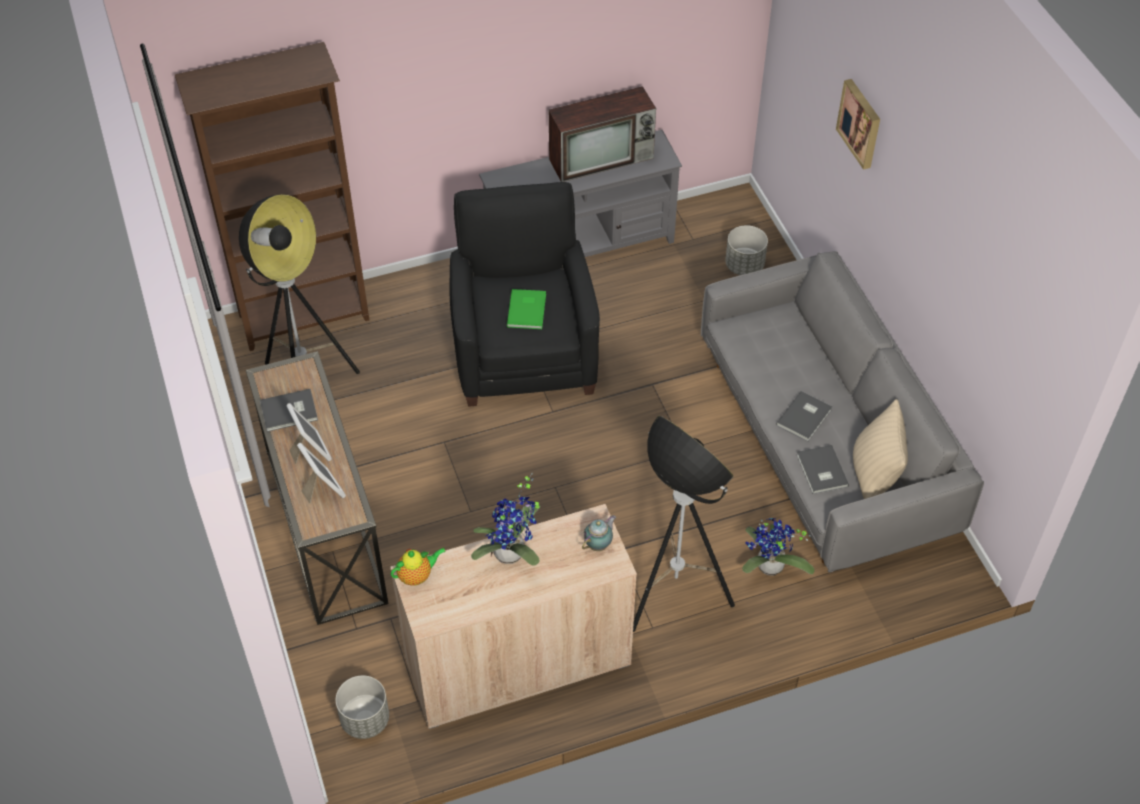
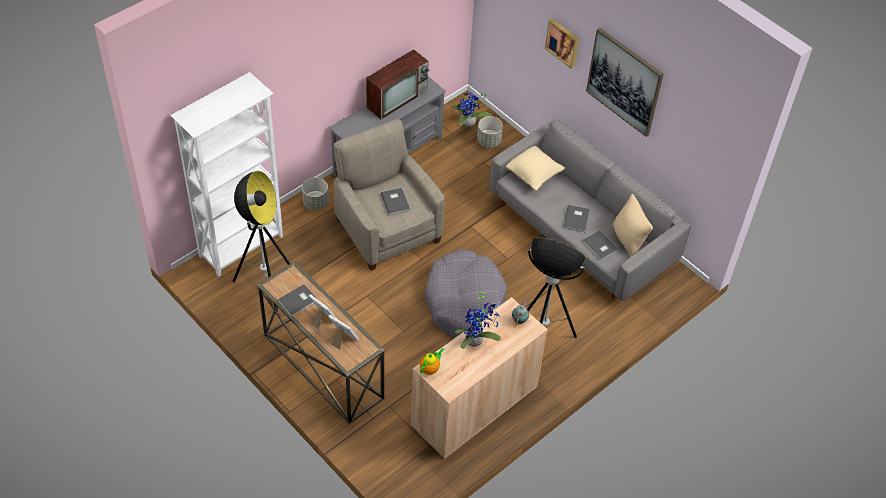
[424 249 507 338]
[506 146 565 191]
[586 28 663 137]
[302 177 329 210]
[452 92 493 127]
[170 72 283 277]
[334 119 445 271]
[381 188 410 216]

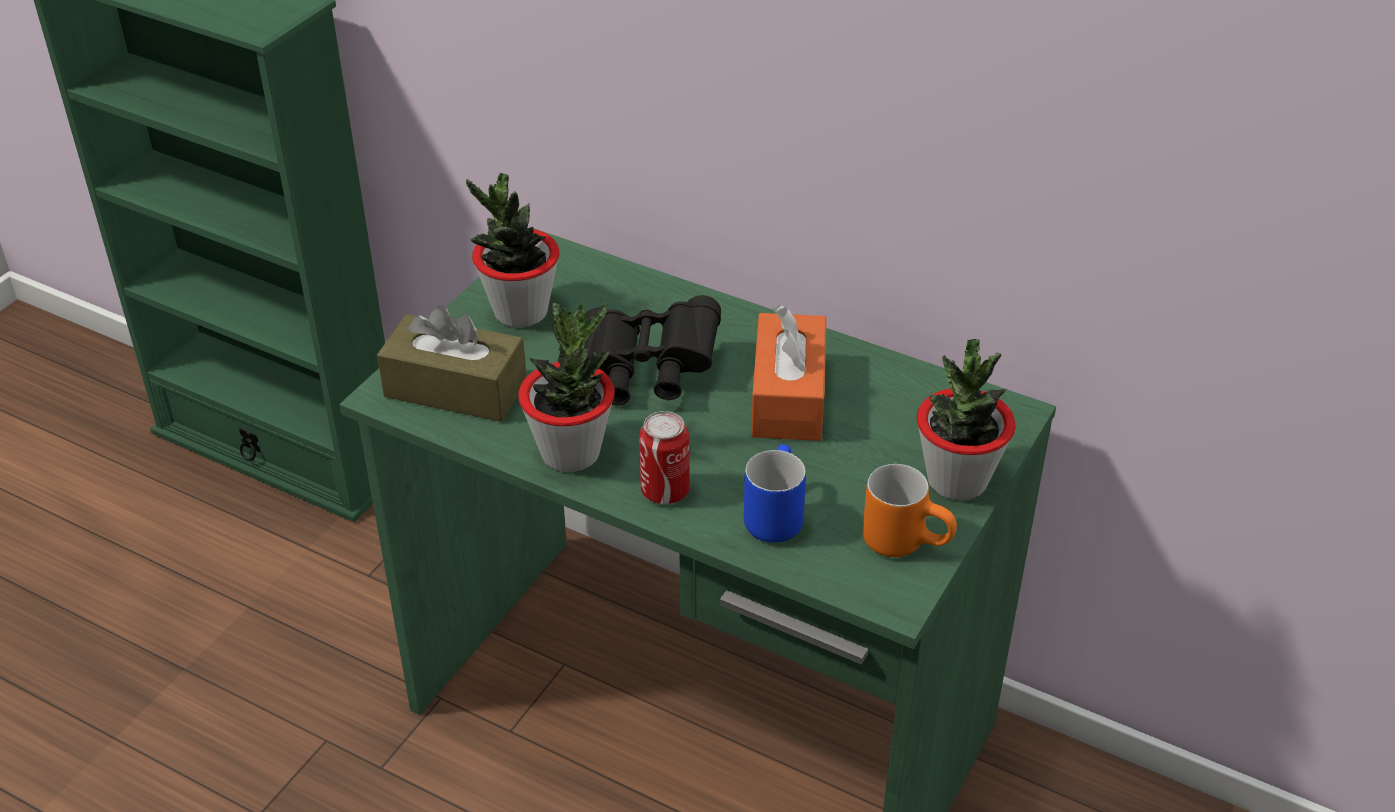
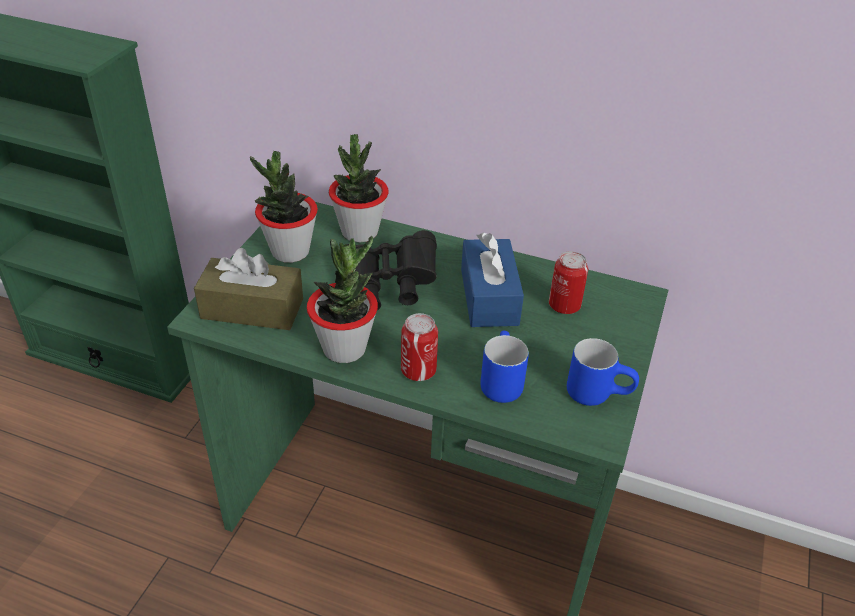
[549 251 588 314]
[329 134 389 243]
[461 232 524 327]
[567 338 639 406]

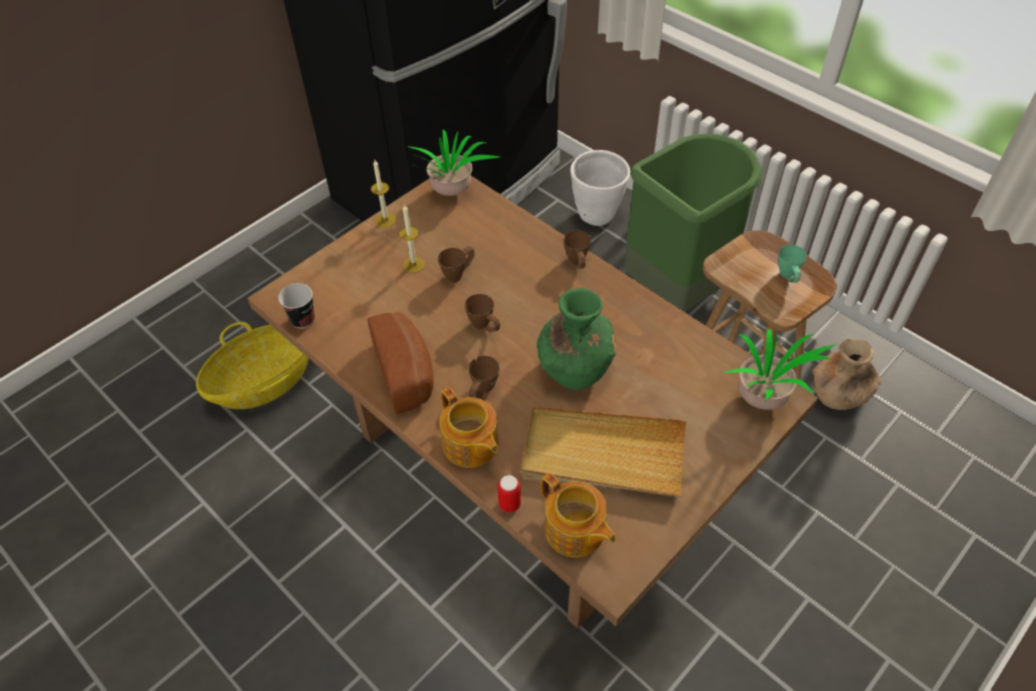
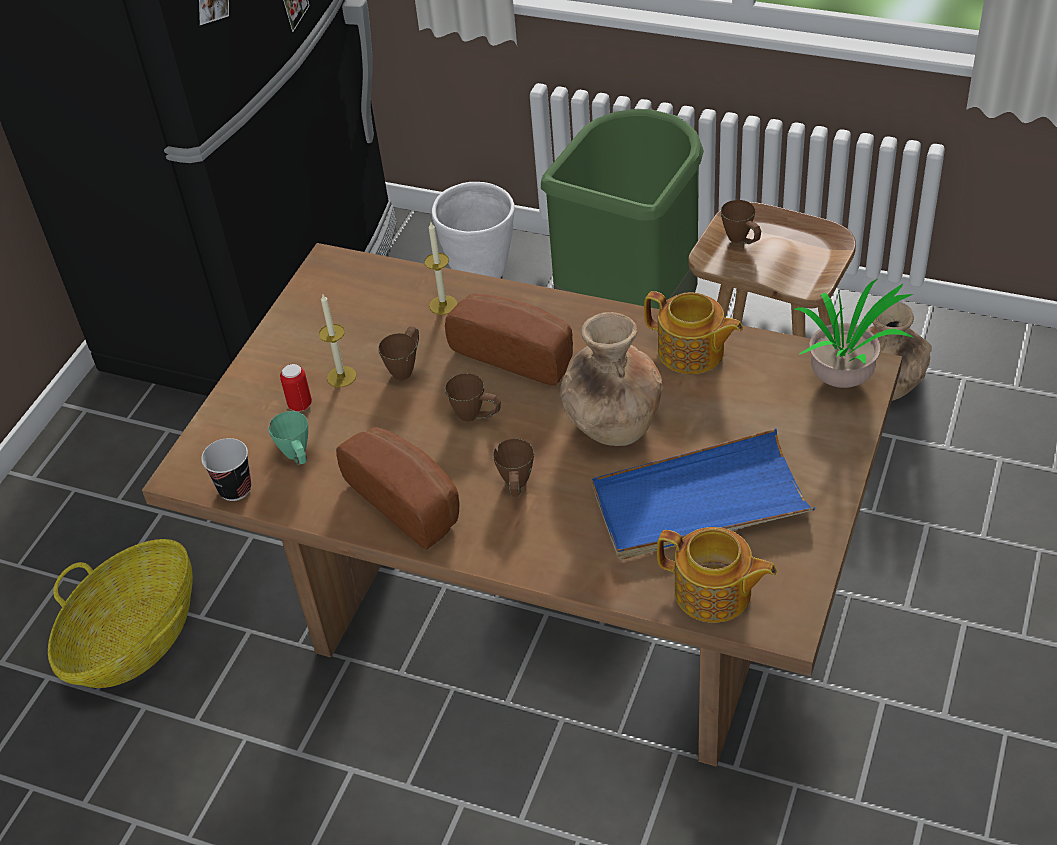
[408 130 499 196] (first image)
[445 293 573 386]
[424 221 457 315]
[644 291 743 374]
[280 364 312 412]
[721 200 761 244]
[268 411 308 465]
[592 428 815 559]
[560 312 662 446]

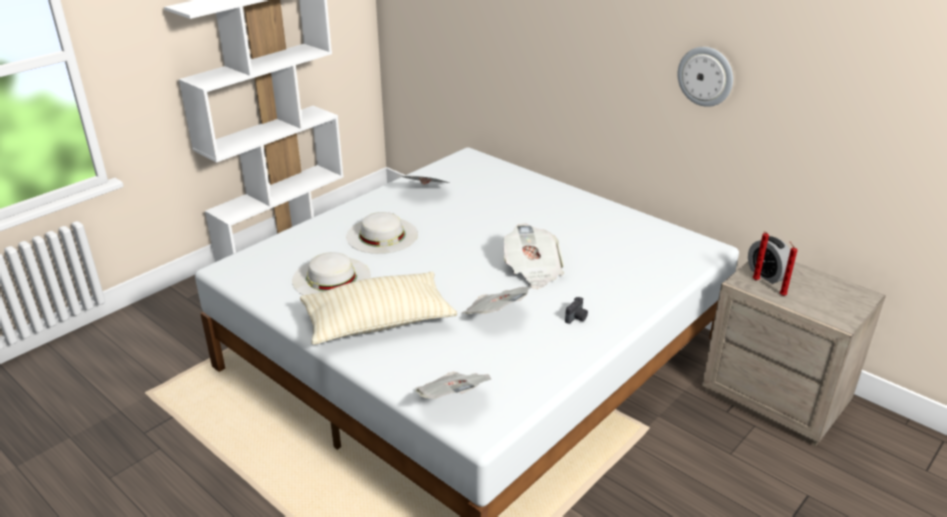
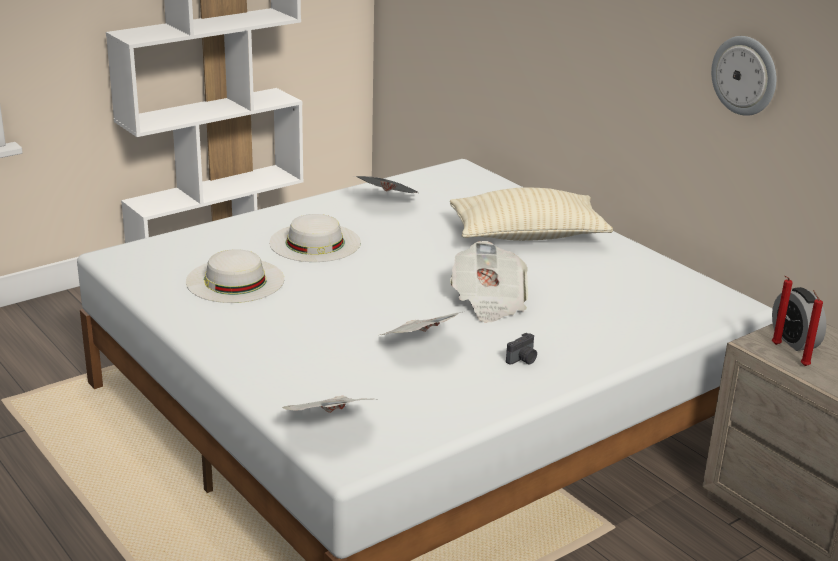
[450 187 613 241]

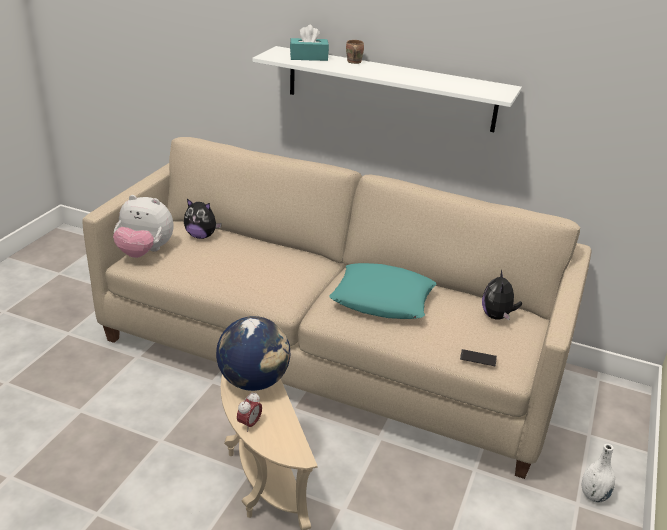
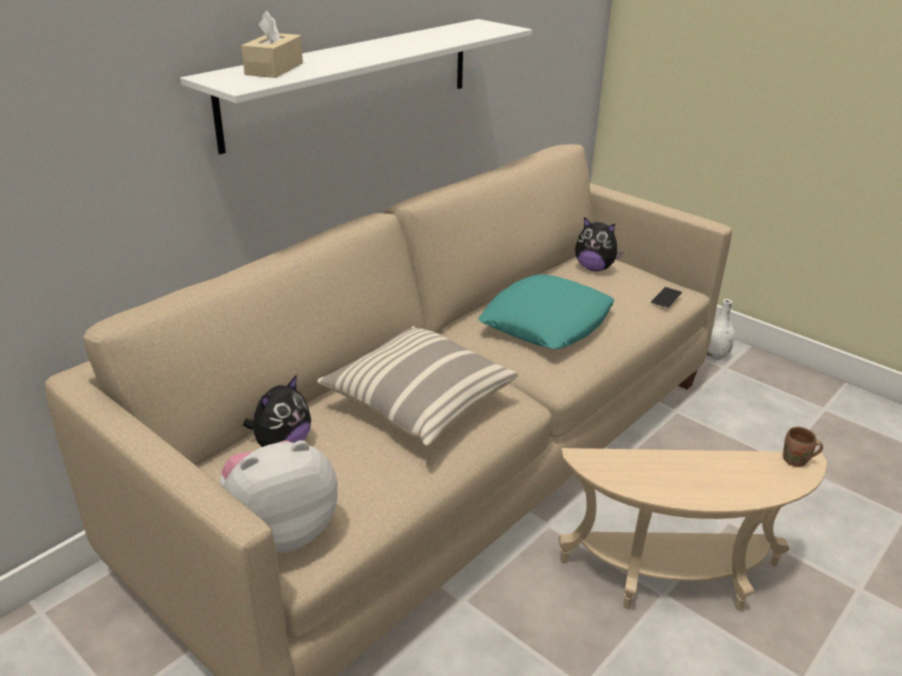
[216 316 290 391] (first image)
[237 392 262 432] (first image)
[317 326 518 446]
[783 427 823 467]
[241 11 303 78]
[220 440 338 553]

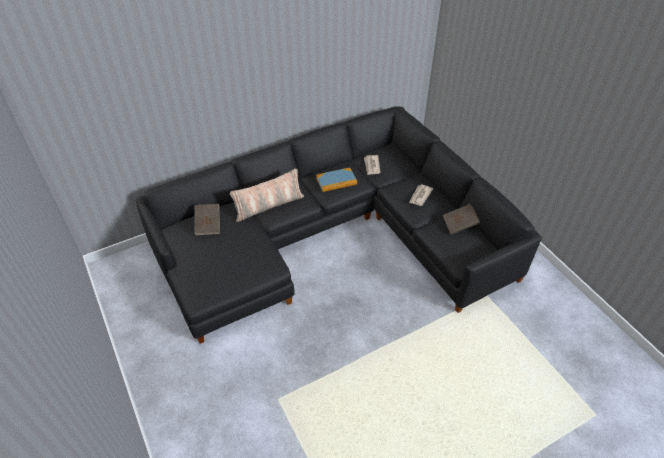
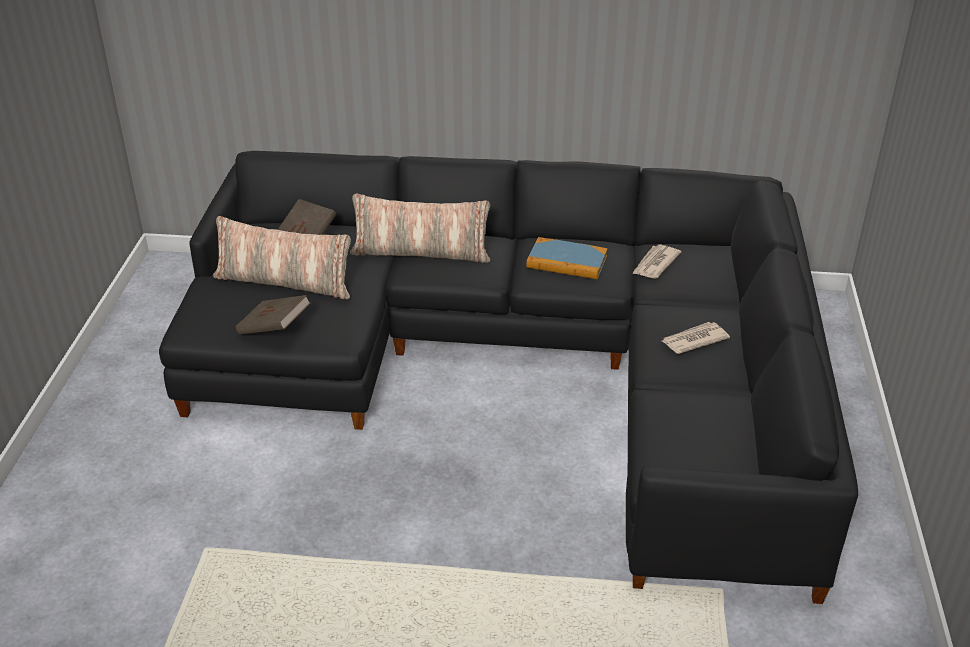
[213 216 351 299]
[236 295 310 334]

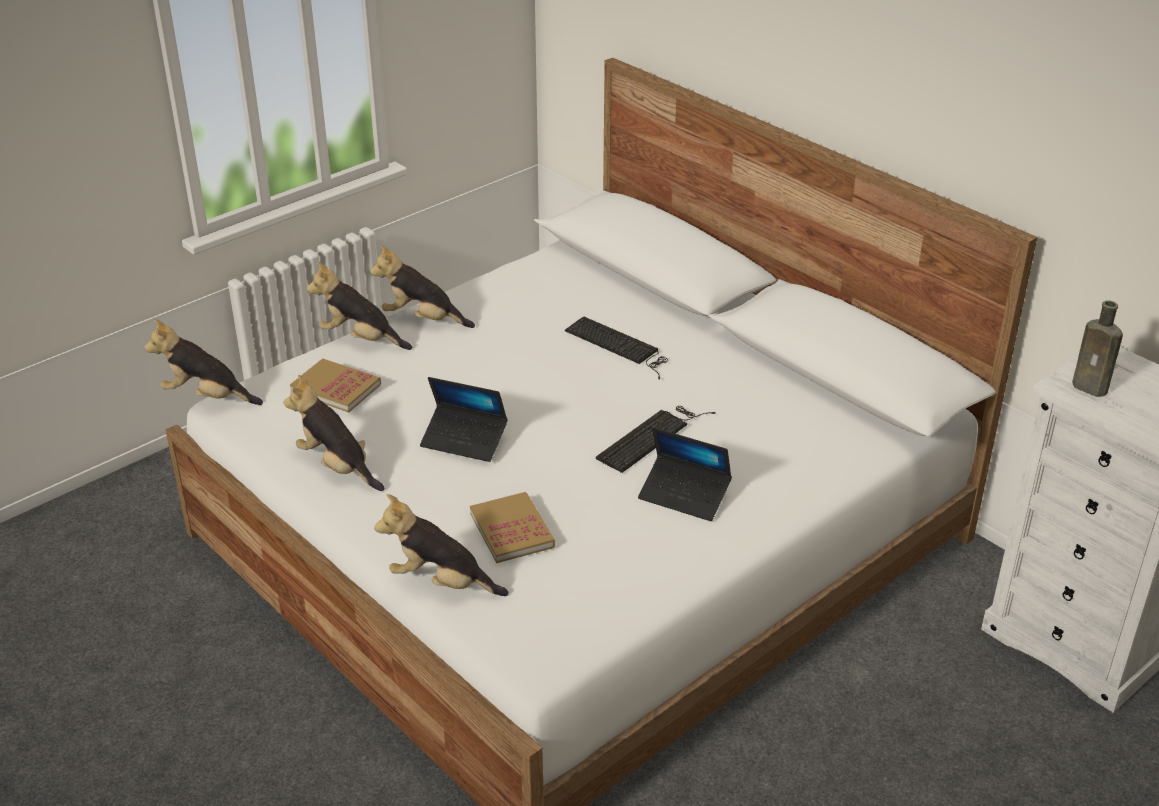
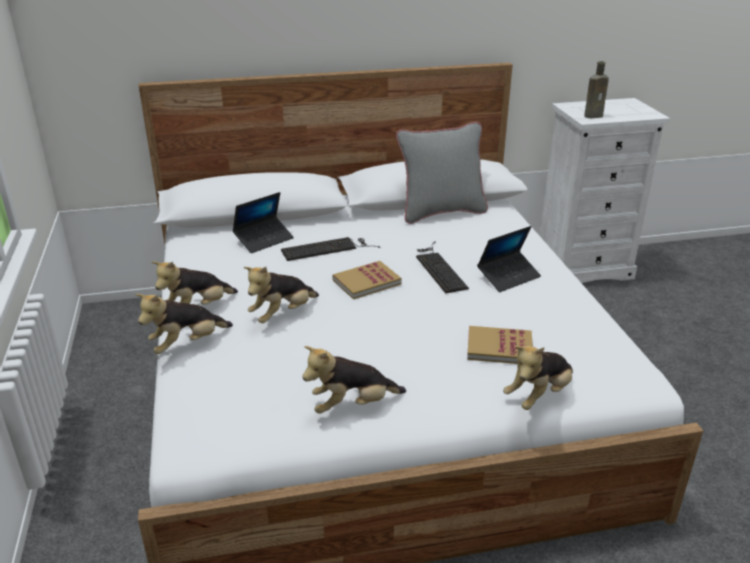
[396 122 488 224]
[244 267 319 323]
[332 261 402 299]
[233 192 294 253]

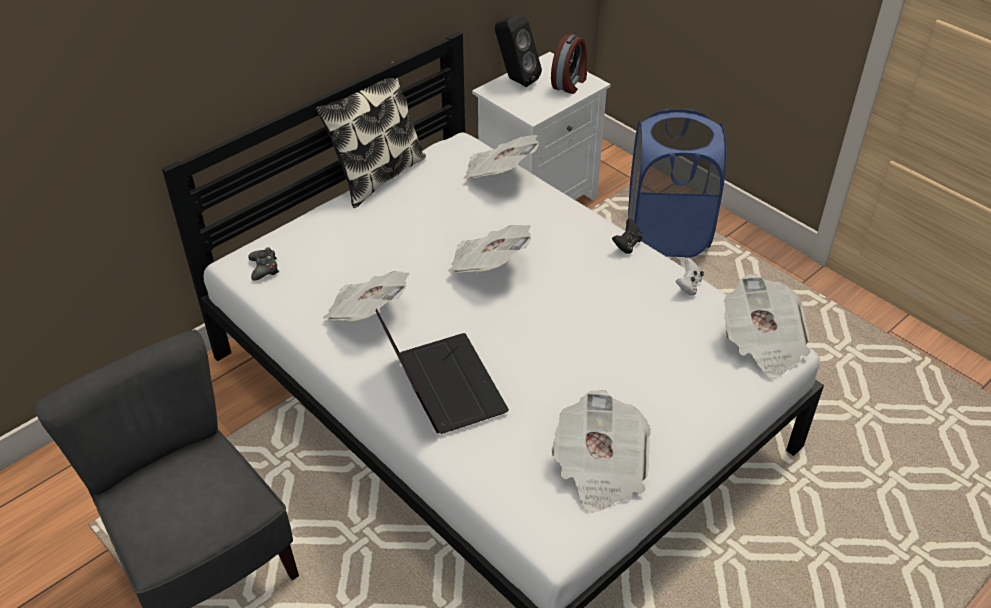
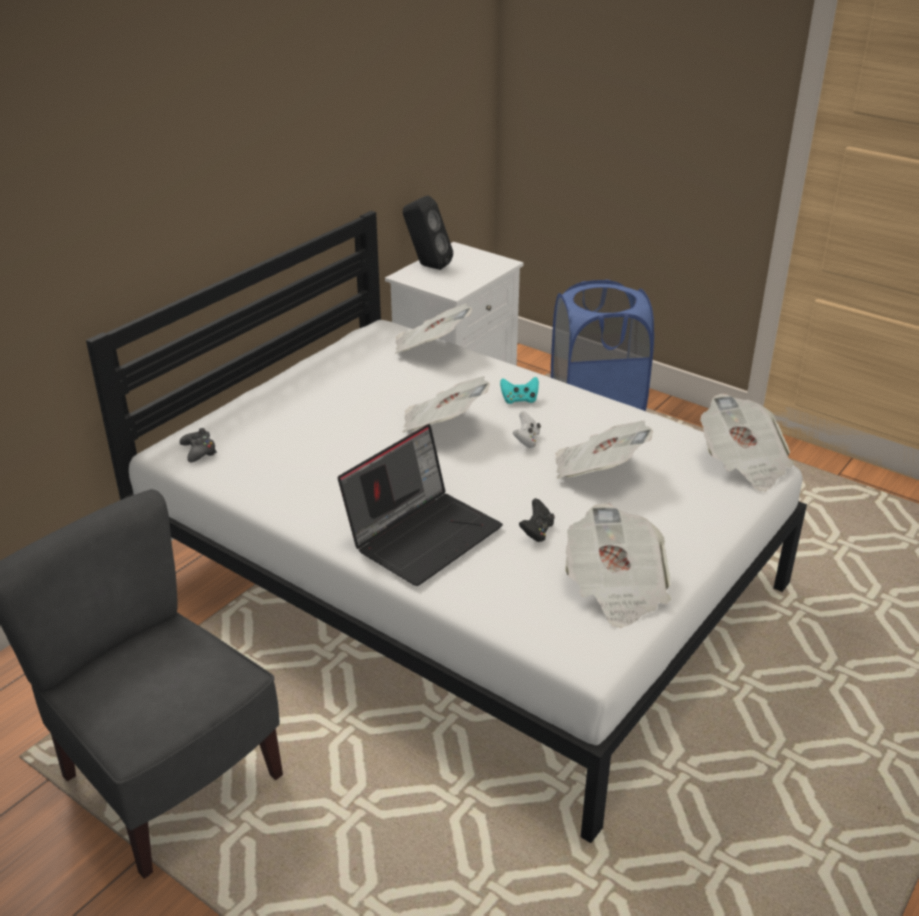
[315 61 426 208] (first image)
[551 34 587 94] (first image)
[500 377 539 404]
[555 421 653 479]
[519 498 555 542]
[513 411 541 448]
[338 424 503 586]

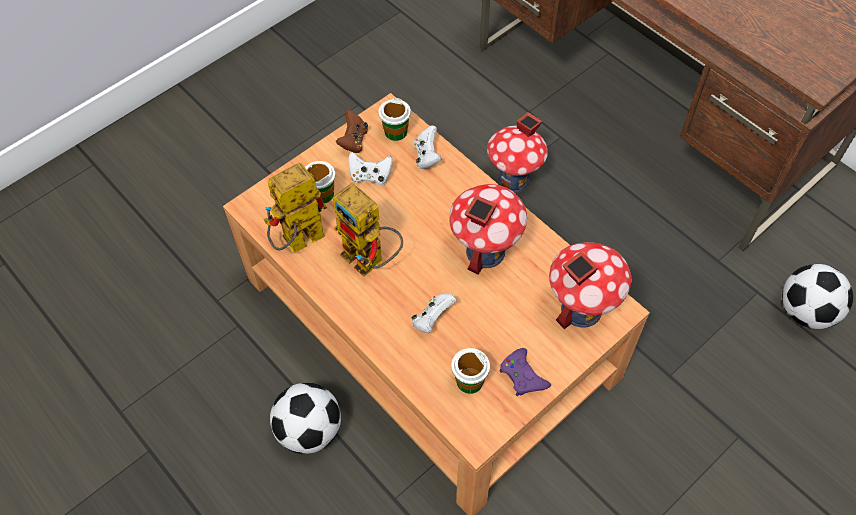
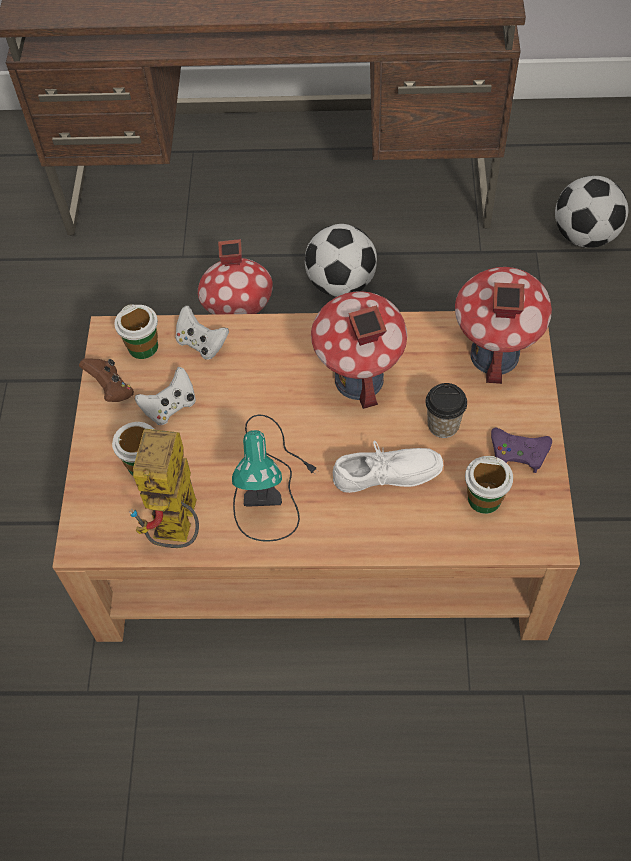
[425 383 467 438]
[305 224 377 297]
[232 414 319 542]
[333 441 444 493]

